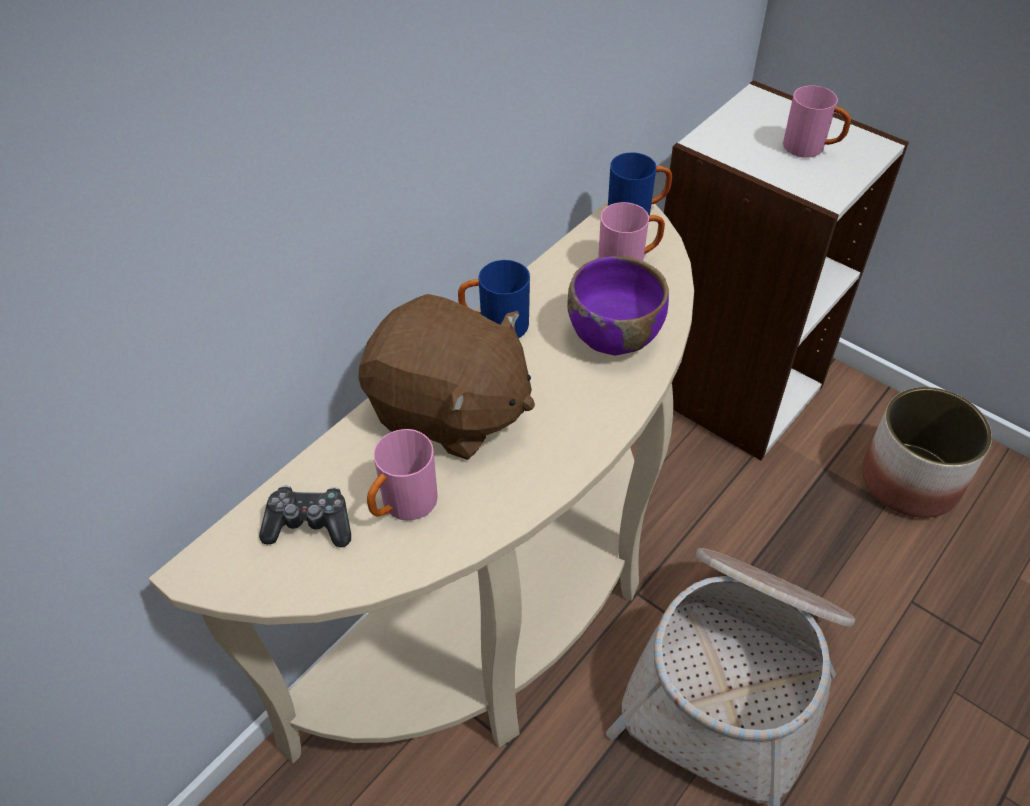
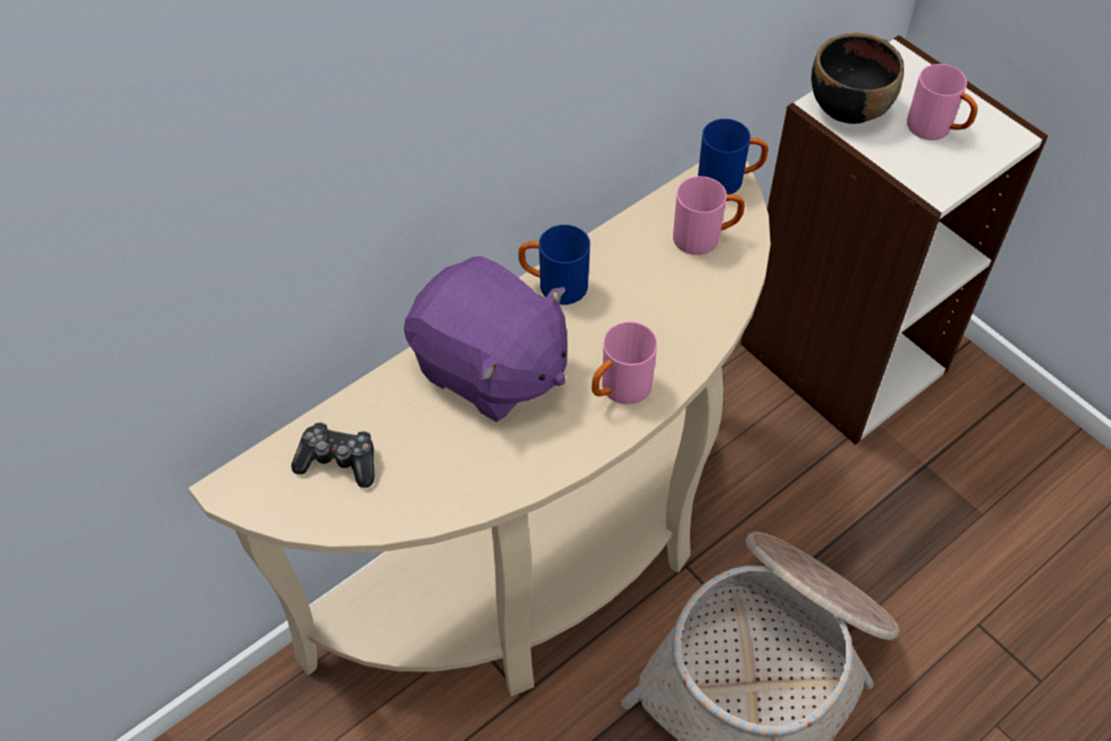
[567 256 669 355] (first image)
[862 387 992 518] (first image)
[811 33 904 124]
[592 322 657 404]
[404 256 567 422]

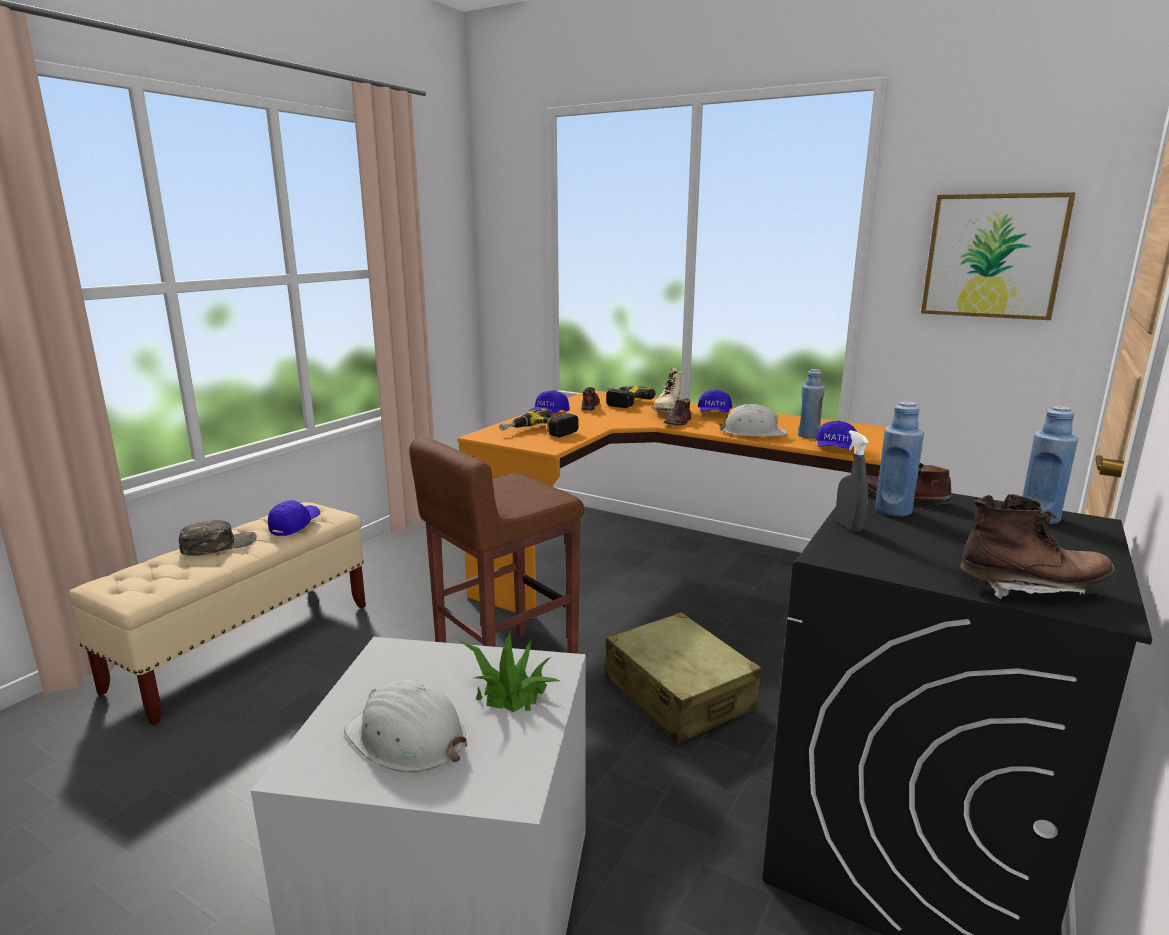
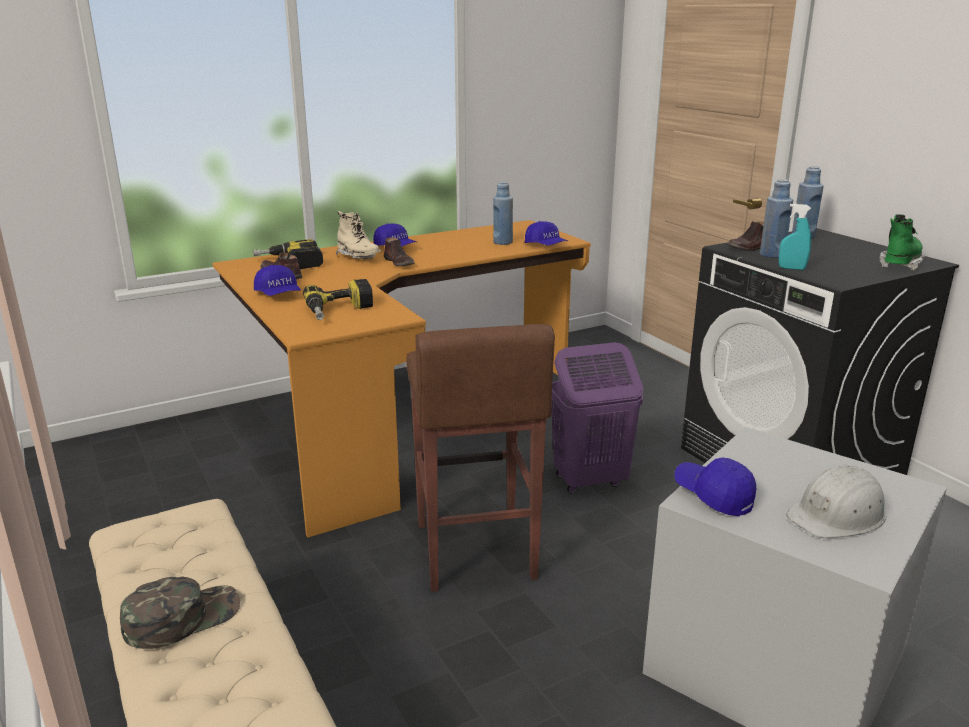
[459 631 560 712] (first image)
[719 404 788 437] (first image)
[921 192 1076 320] (first image)
[674 457 756 516]
[552 342 643 494]
[779 204 811 270]
[879 214 925 271]
[120 577 240 649]

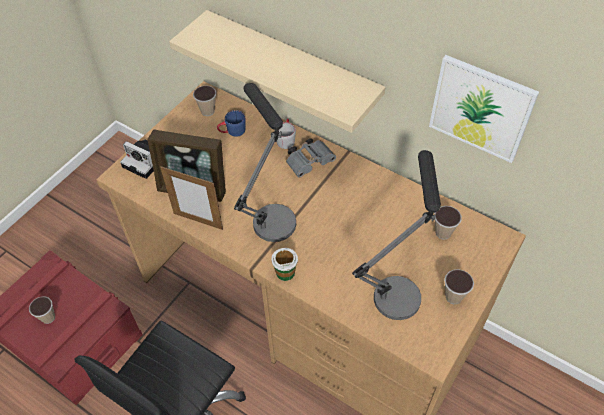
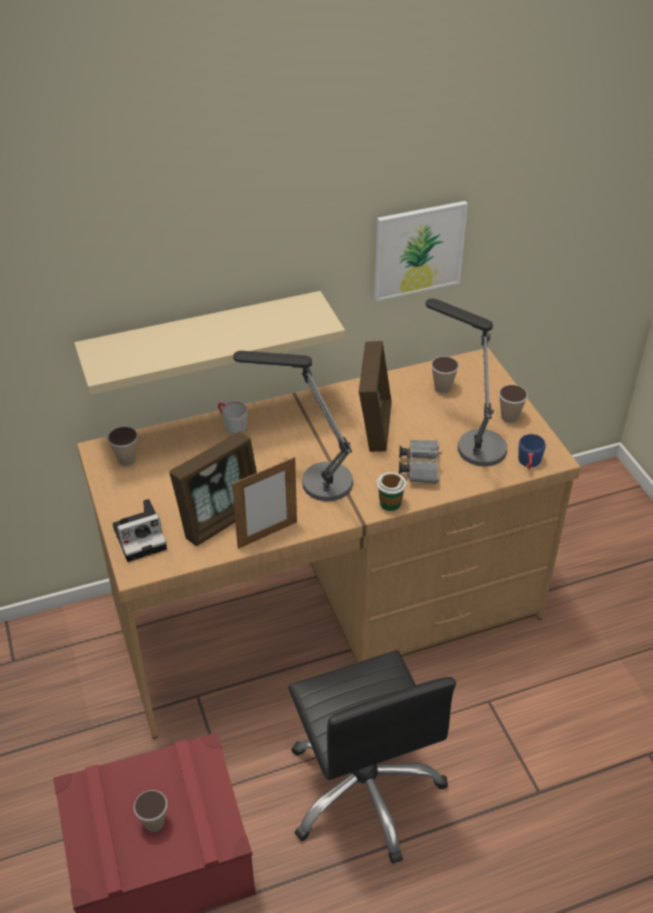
[359 341 392 452]
[518 434 546 469]
[399 440 442 484]

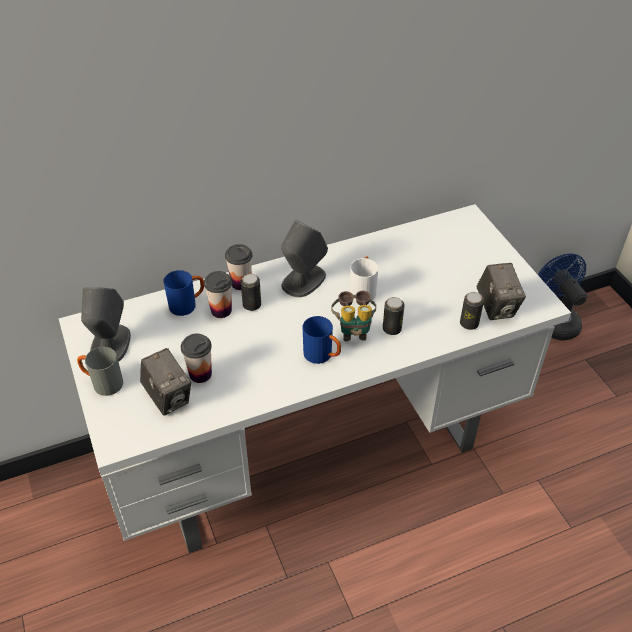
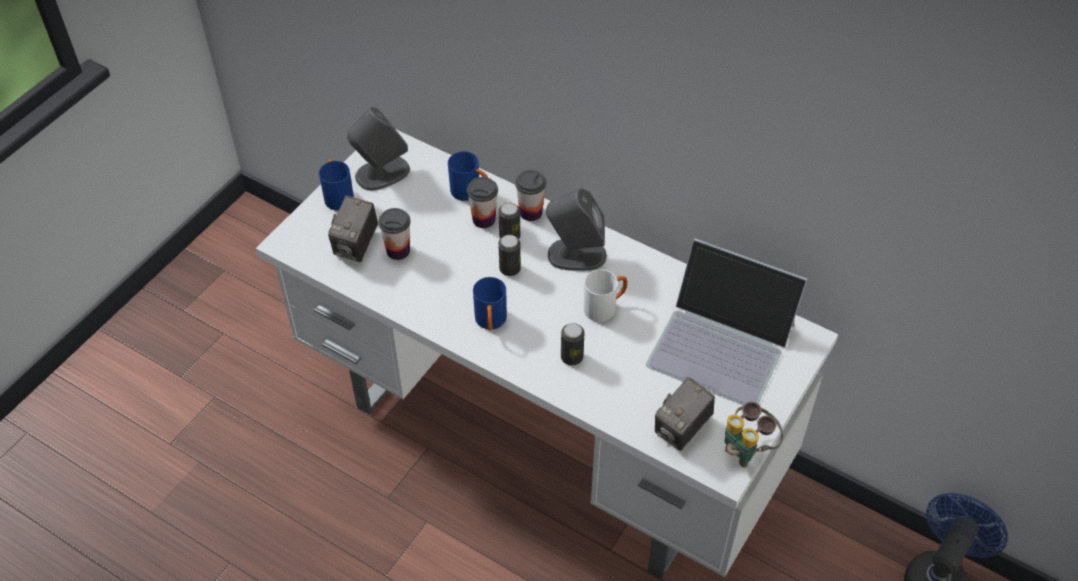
[646 238 807 405]
[725 402 783 467]
[498 235 521 276]
[319 159 354 211]

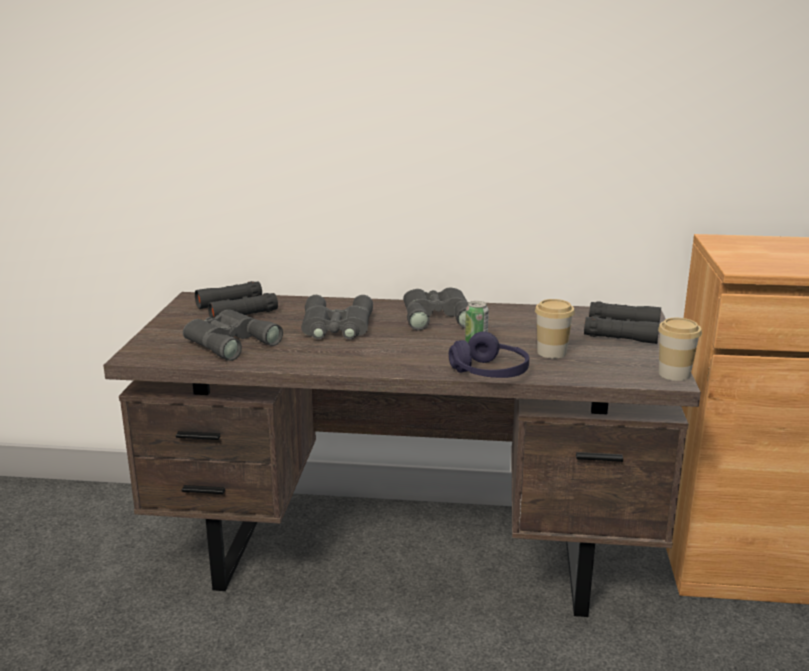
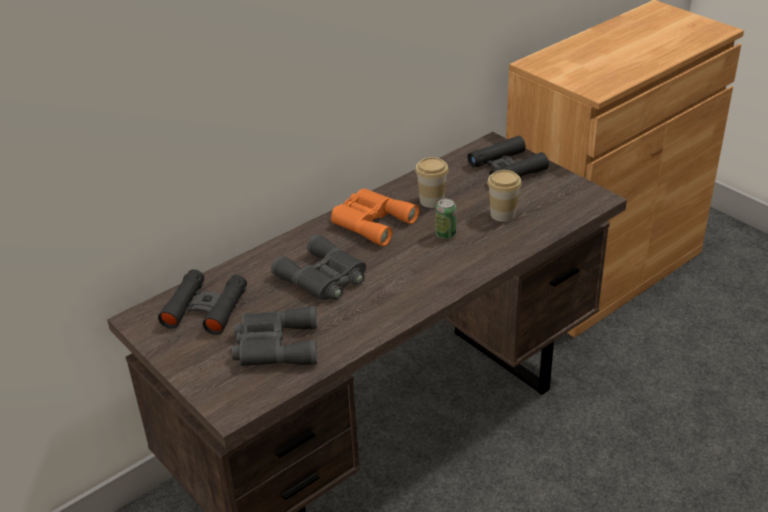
[449 331 529 378] (first image)
[415 157 449 208]
[331 189 419 246]

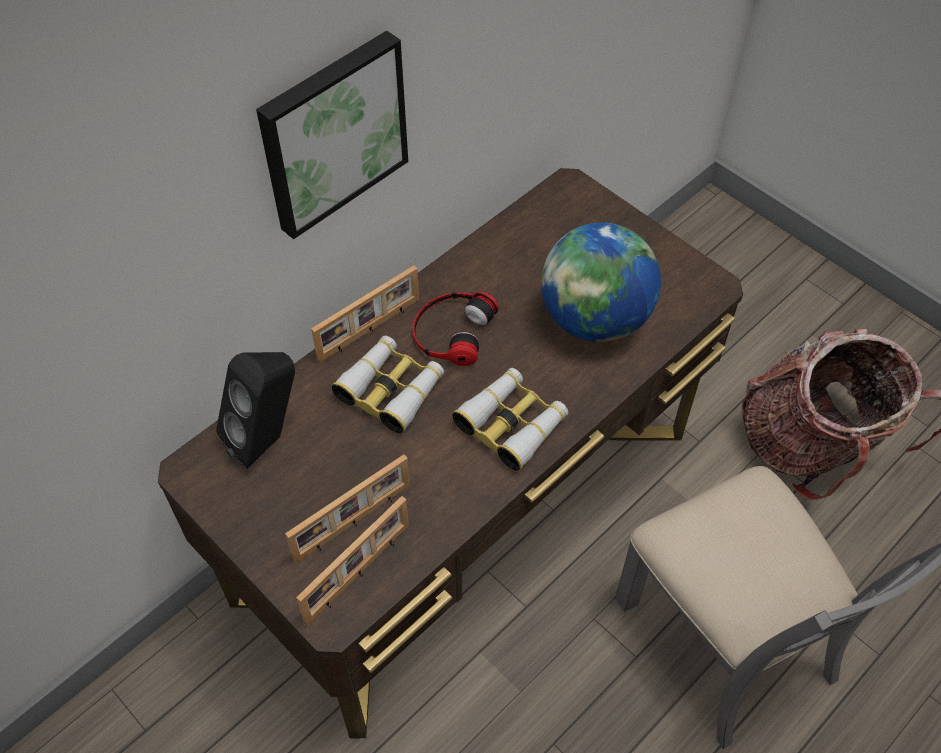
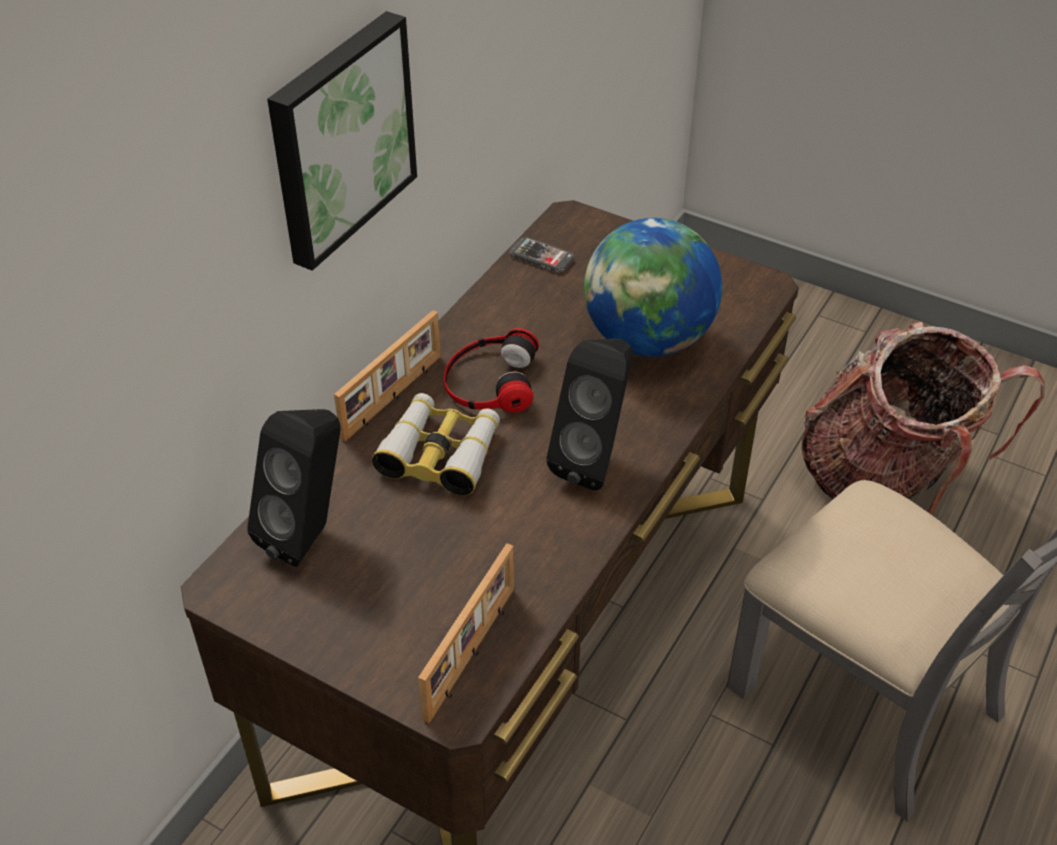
[285 454 410 564] (first image)
[510 237 574 273]
[546 338 633 490]

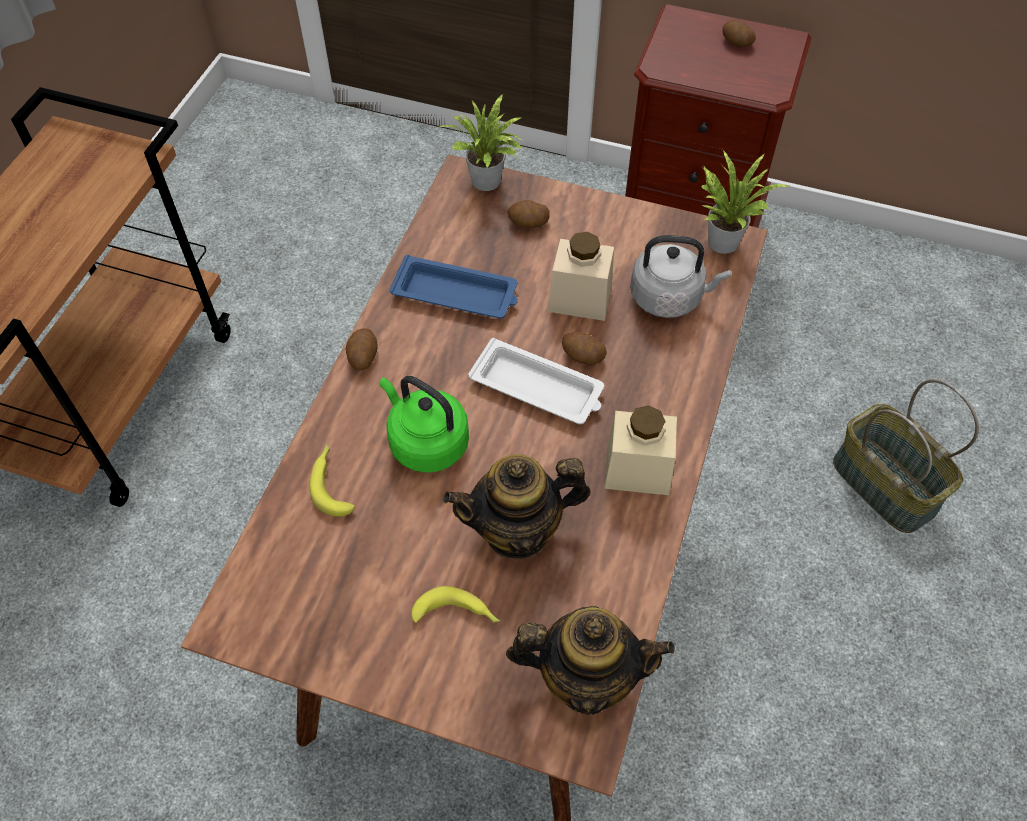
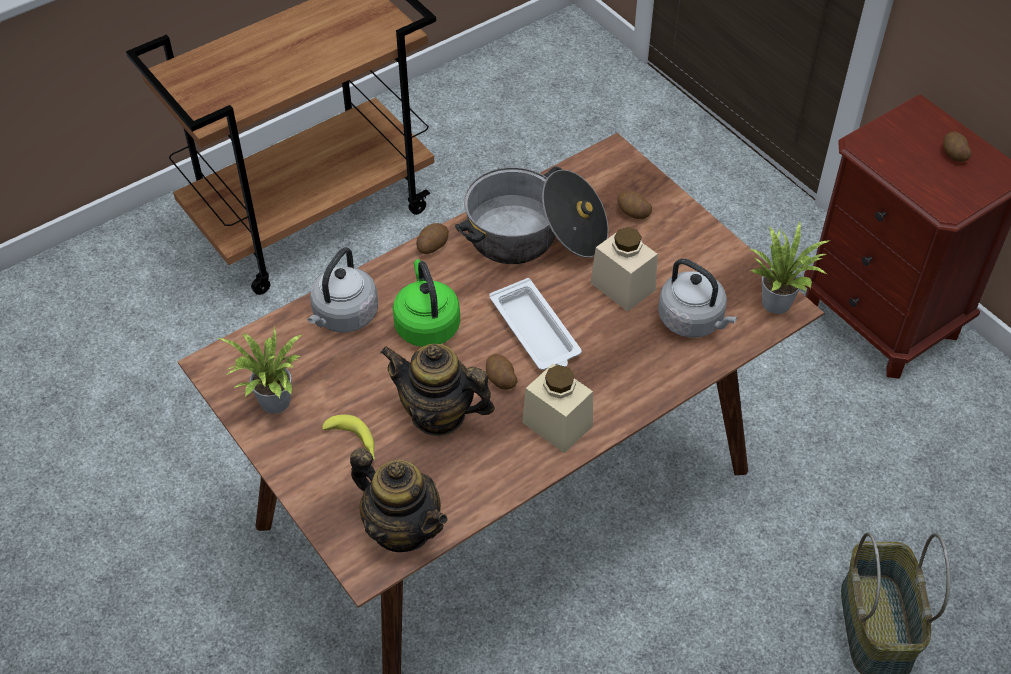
[218 326 301 414]
[486 354 518 390]
[308 247 378 332]
[455 167 608 264]

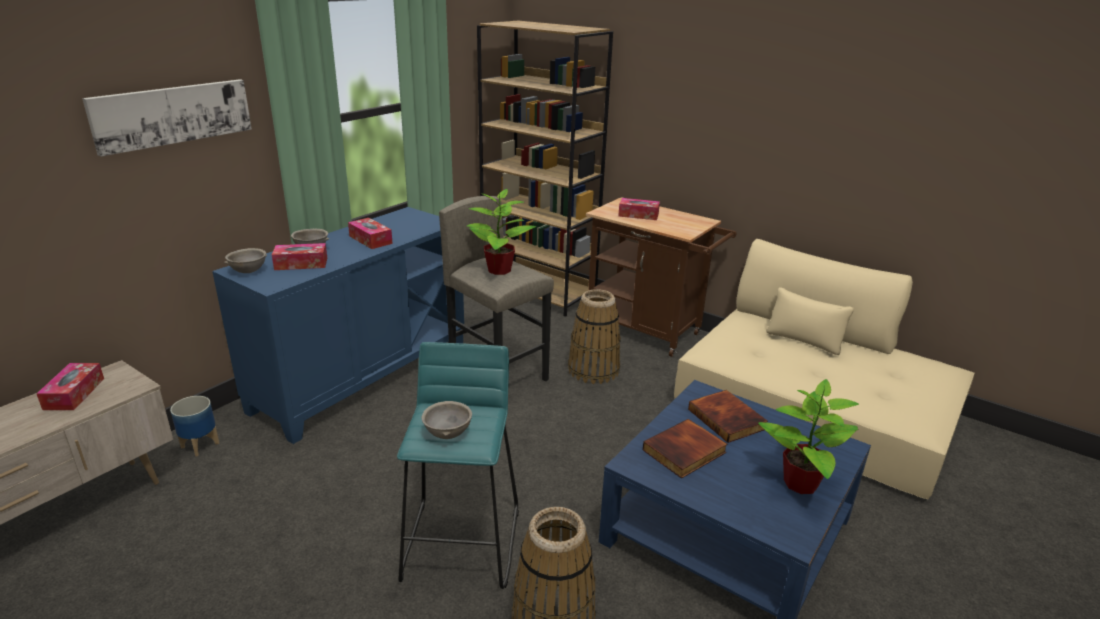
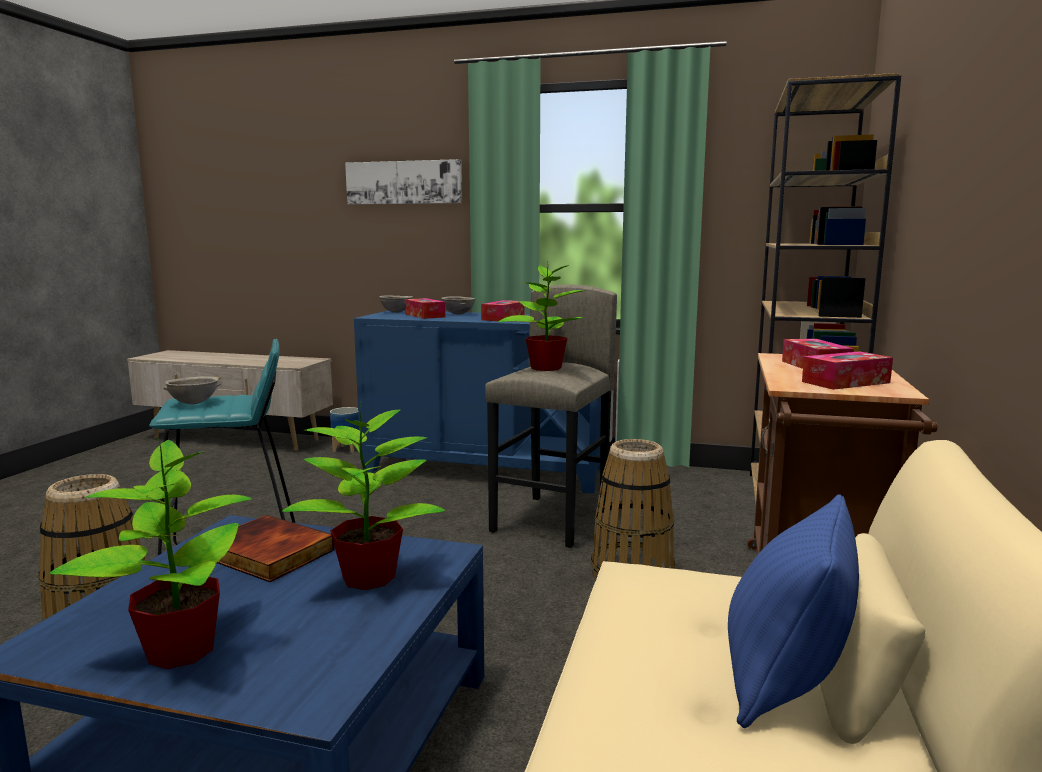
[728 494 859 728]
[802 351 893 390]
[282 401 445 590]

